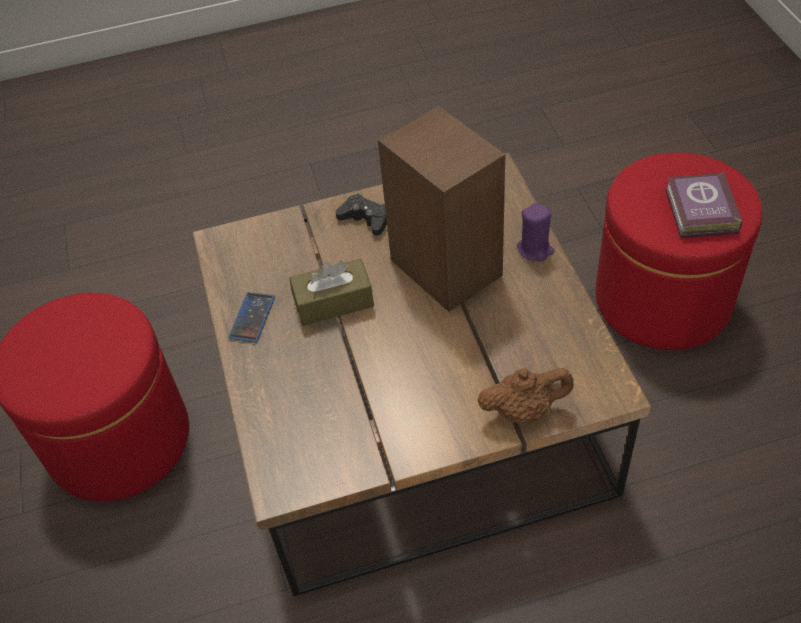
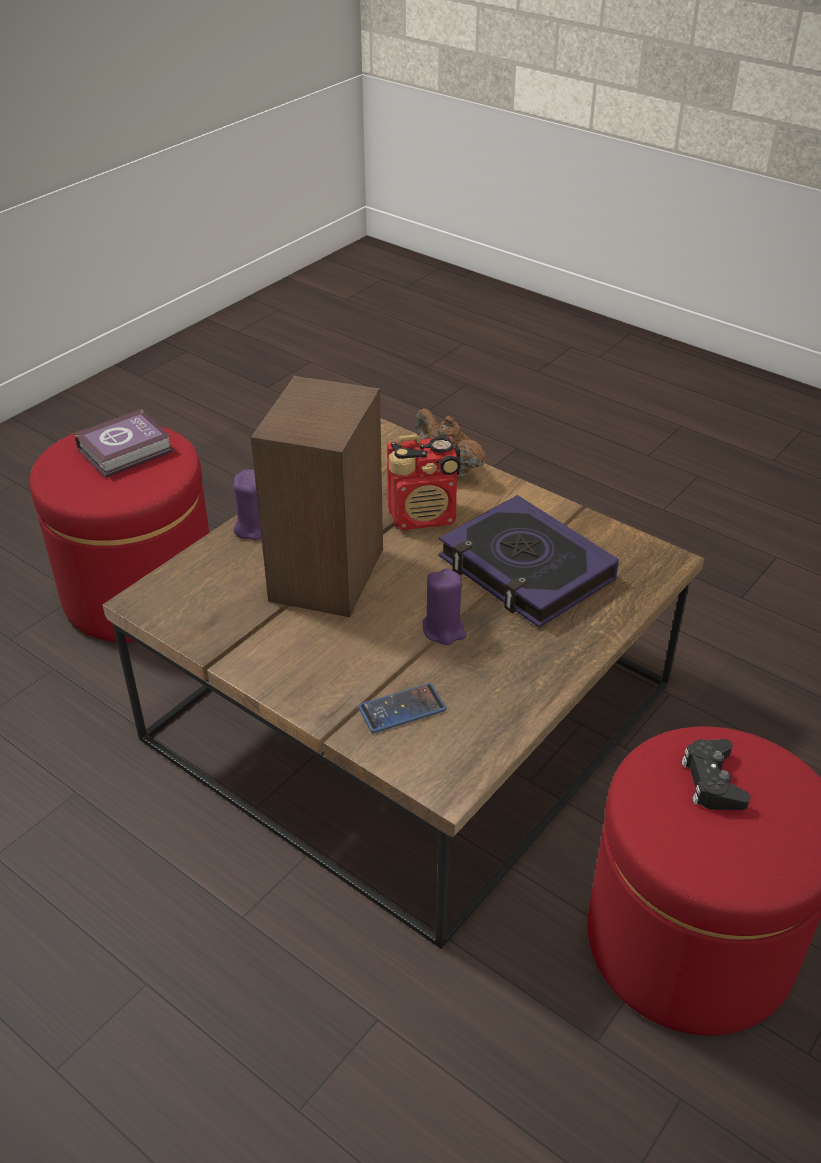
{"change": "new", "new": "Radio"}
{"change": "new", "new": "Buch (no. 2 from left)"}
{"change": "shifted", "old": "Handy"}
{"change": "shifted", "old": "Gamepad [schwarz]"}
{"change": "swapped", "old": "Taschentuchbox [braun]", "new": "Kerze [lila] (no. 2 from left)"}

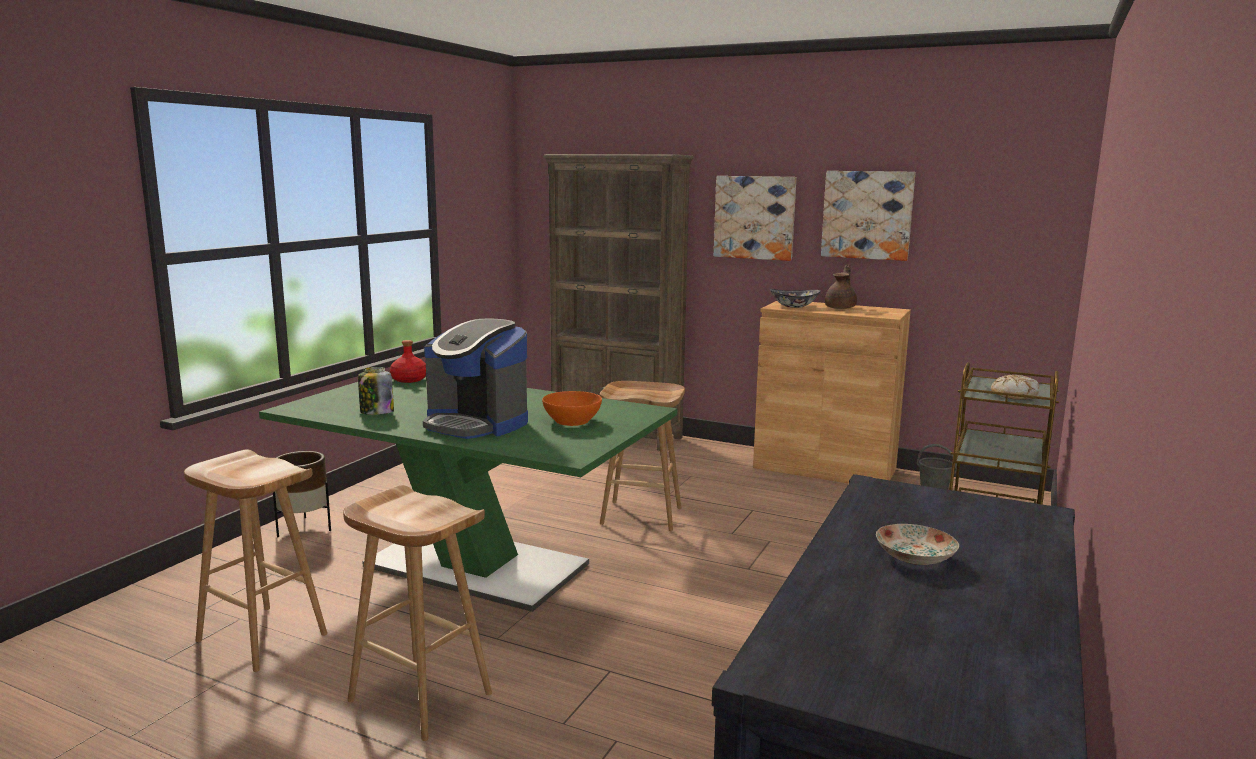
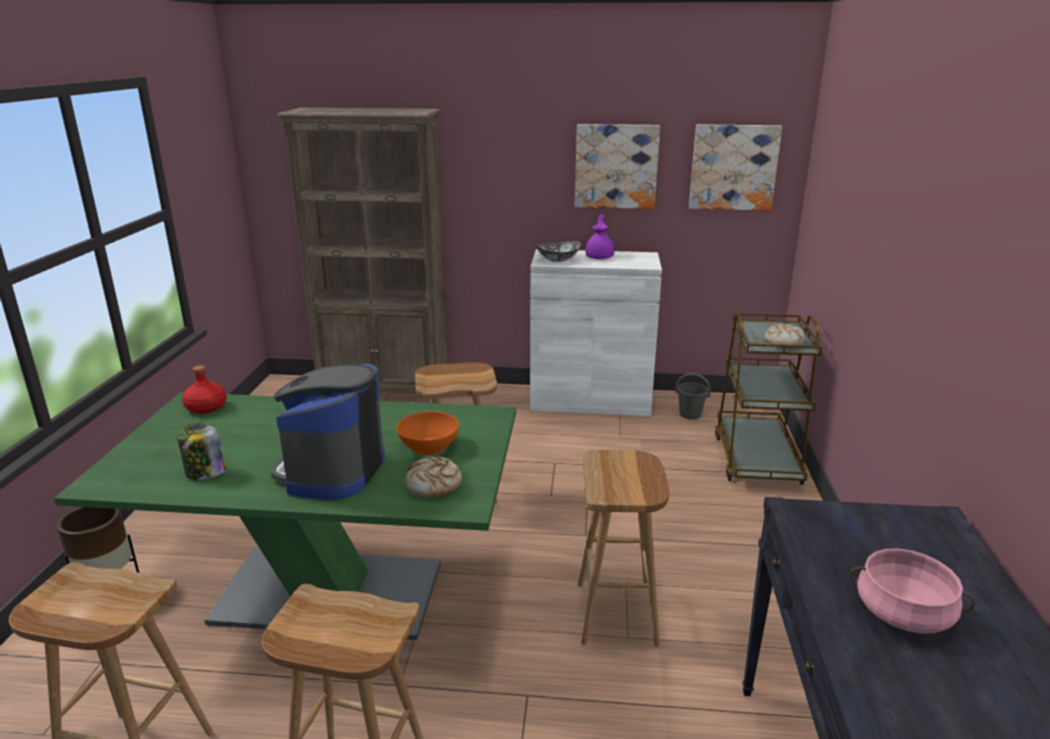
{"change": "new", "new": "Brot (no. 1 from left)"}
{"change": "new", "new": "Hocker [braun] (no. 4 from left)"}
{"change": "shifted", "old": "Bild (no. 1 from left in the first image)", "new": "Bild (no. 2 from left)"}
{"change": "swapped", "old": "Teller", "new": "Kochtopf [rosa]"}
{"change": "repainted", "old": "Schrank [braun]", "new": "Schrank [weiß]"}
{"change": "repainted", "old": "Teekanne [braun]", "new": "Teekanne [lila]"}
{"change": "rotated", "old": "Kaffeemaschine", "degrees": 90}

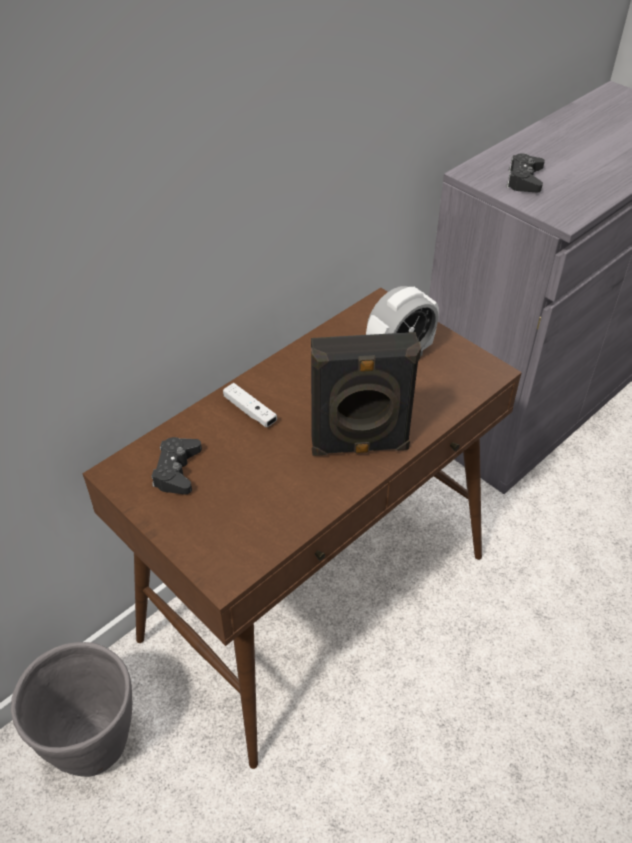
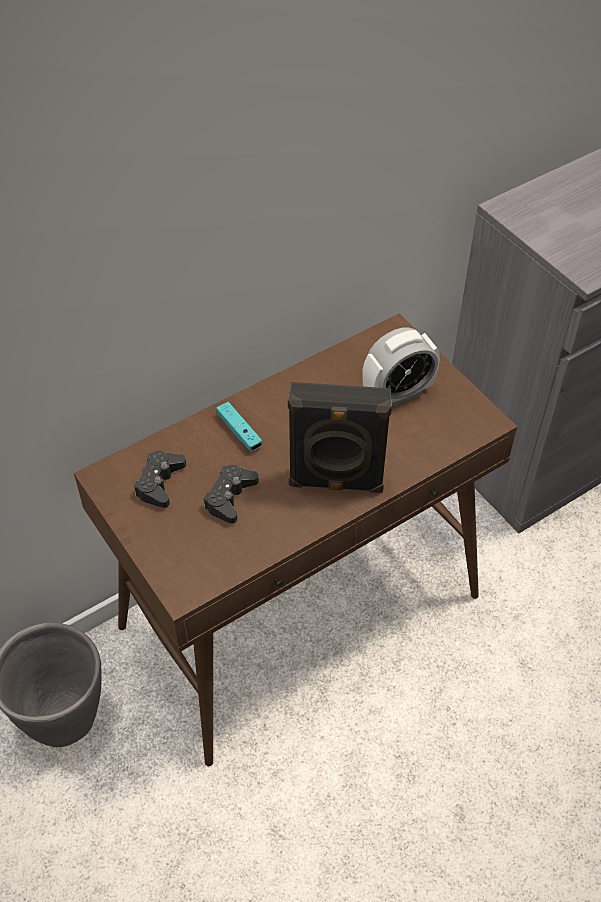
{"change": "shifted", "old": "Gamepad [schwarz] (no. 2 from left)"}
{"change": "repainted", "old": "Gamepad [weiß]", "new": "Gamepad [türkis]"}

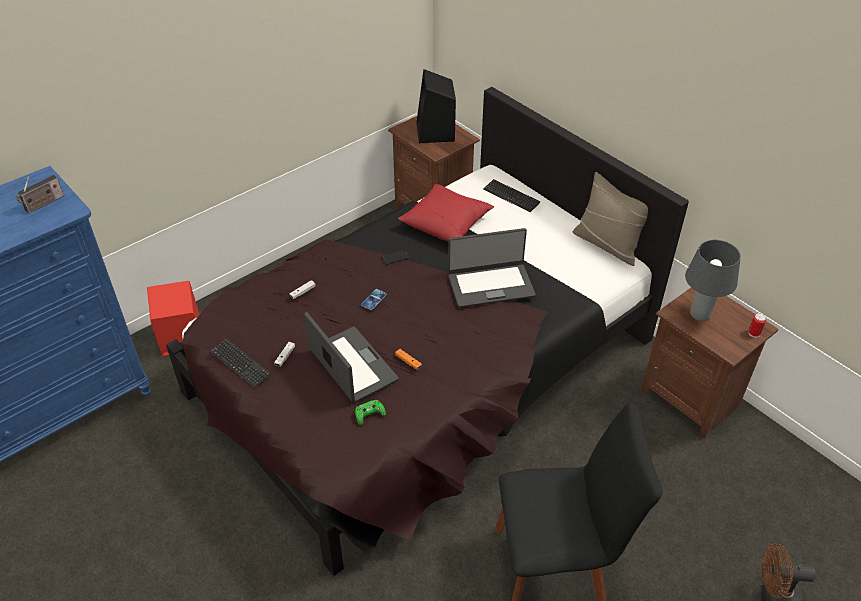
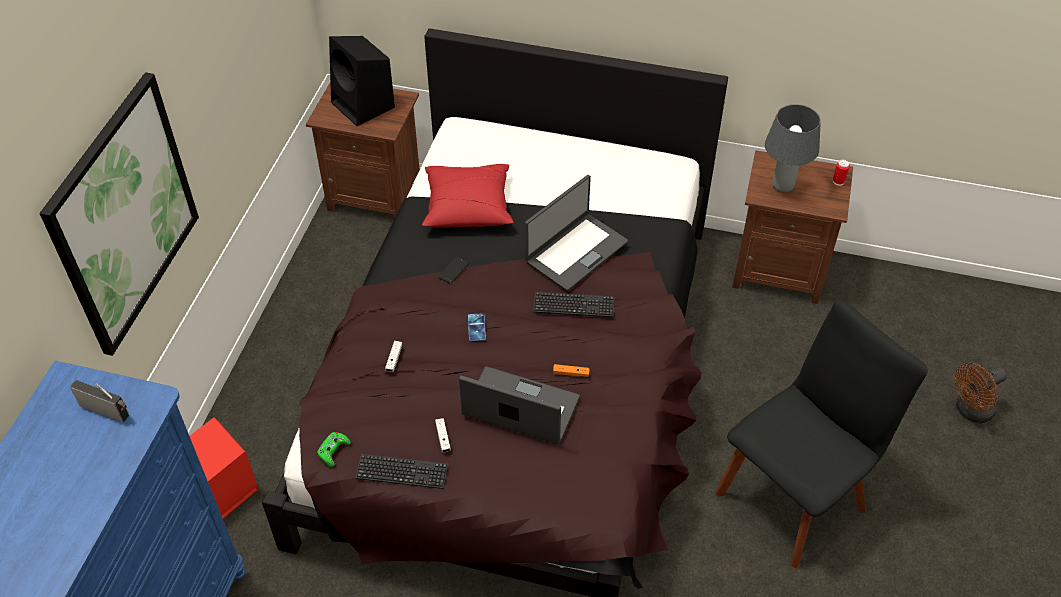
{"change": "gone", "old": "Kissen [beige]"}
{"change": "new", "new": "Bild"}
{"change": "shifted", "old": "Gamepad [grün]"}
{"change": "shifted", "old": "Tastatur (no. 2 from left)"}
{"change": "rotated", "old": "Radio", "degrees": -75}

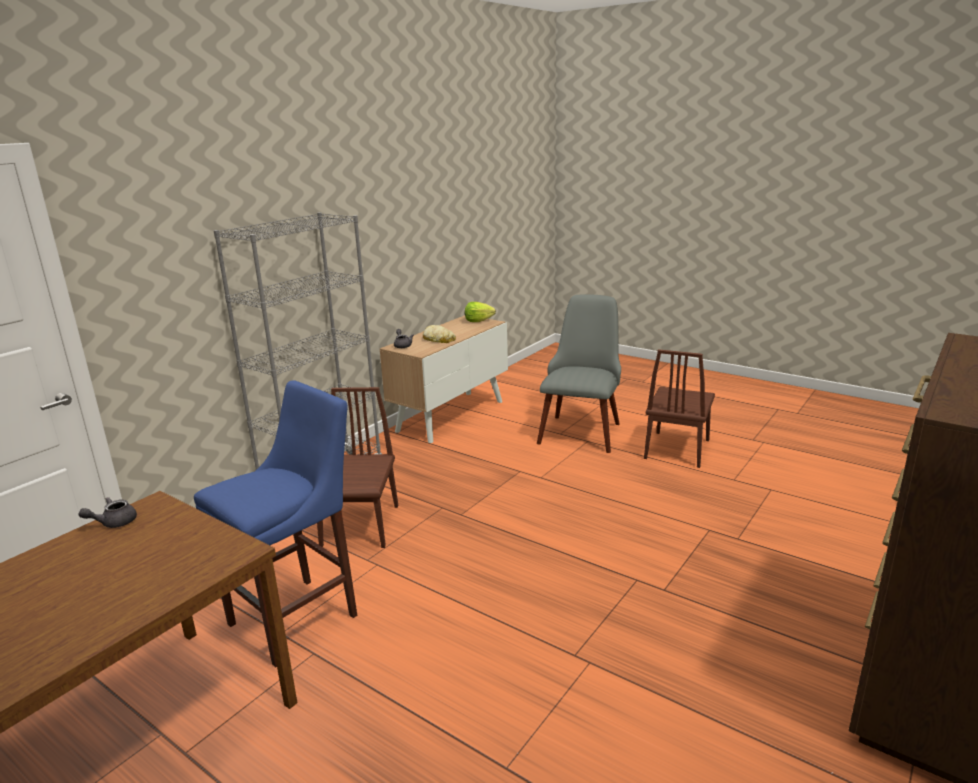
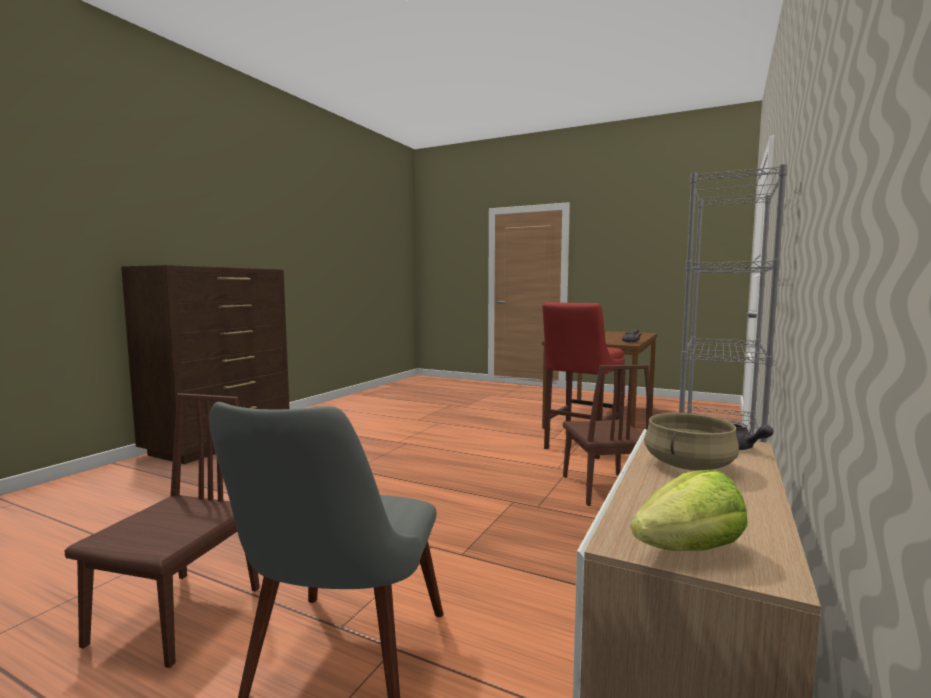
{"change": "swapped", "old": "Brot", "new": "Kochtopf [beige]"}
{"change": "repainted", "old": "Hocker [blau]", "new": "Hocker [rot]"}

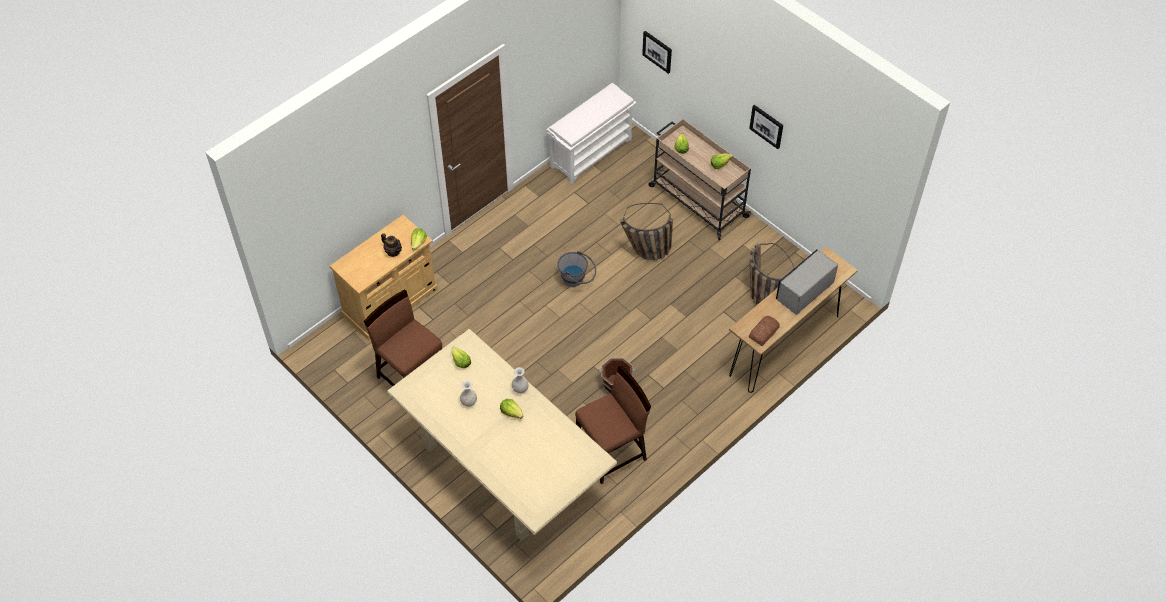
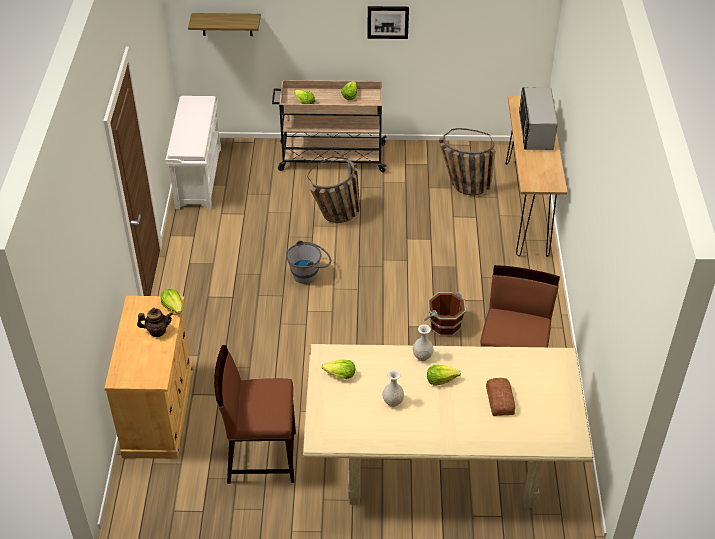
{"change": "shifted", "old": "Brot"}
{"change": "swapped", "old": "Bild (no. 1 from left)", "new": "Wandregal"}

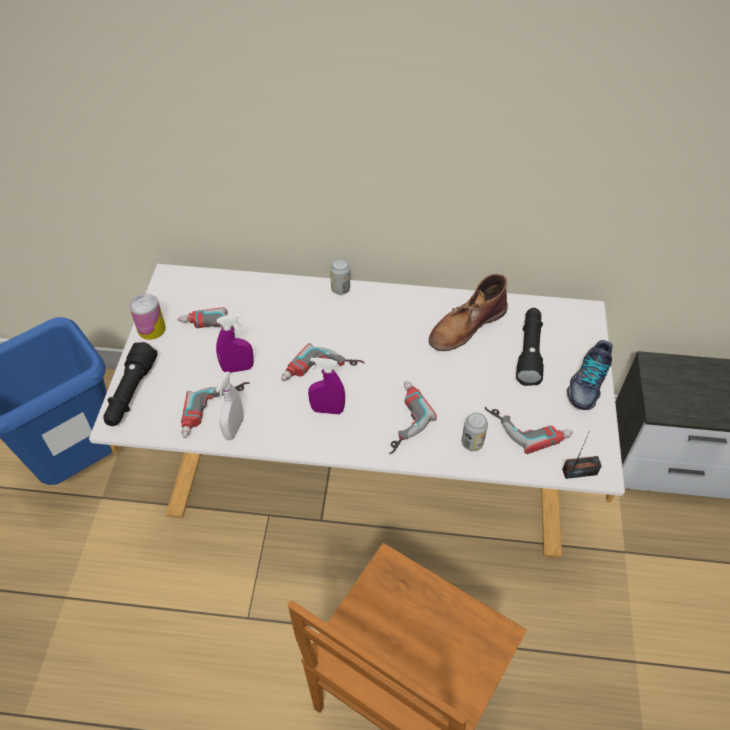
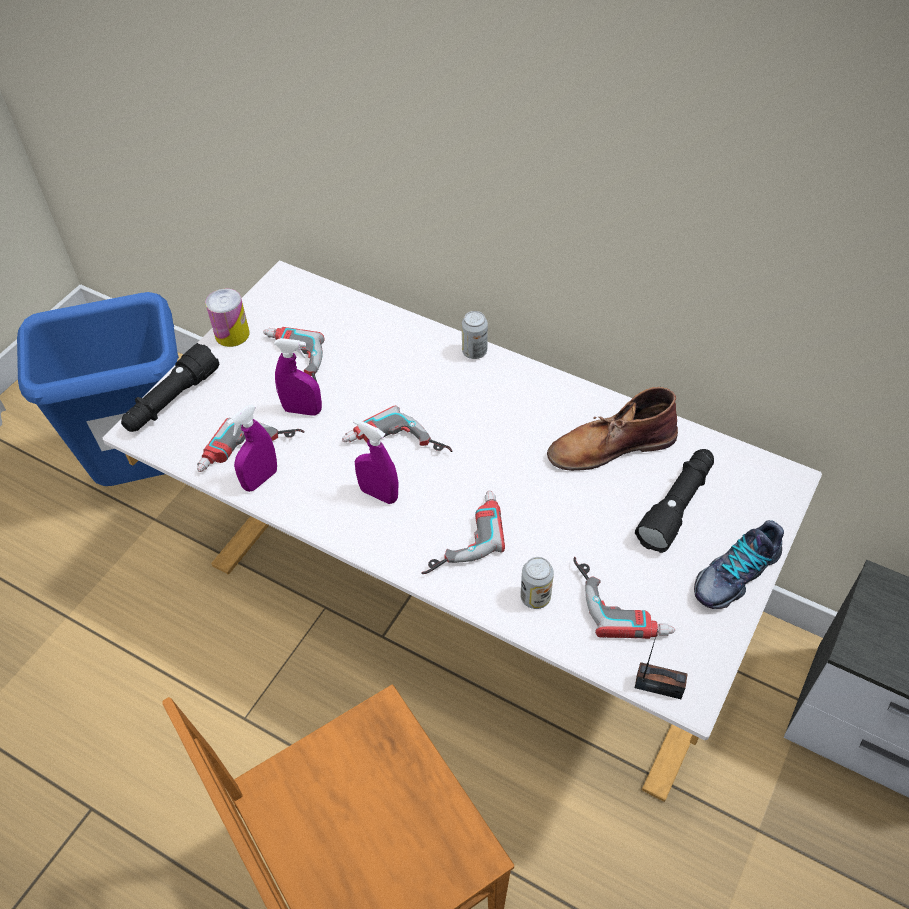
{"change": "repainted", "old": "Sprühflasche [weiß]", "new": "Sprühflasche [lila] (no. 1 from left)"}

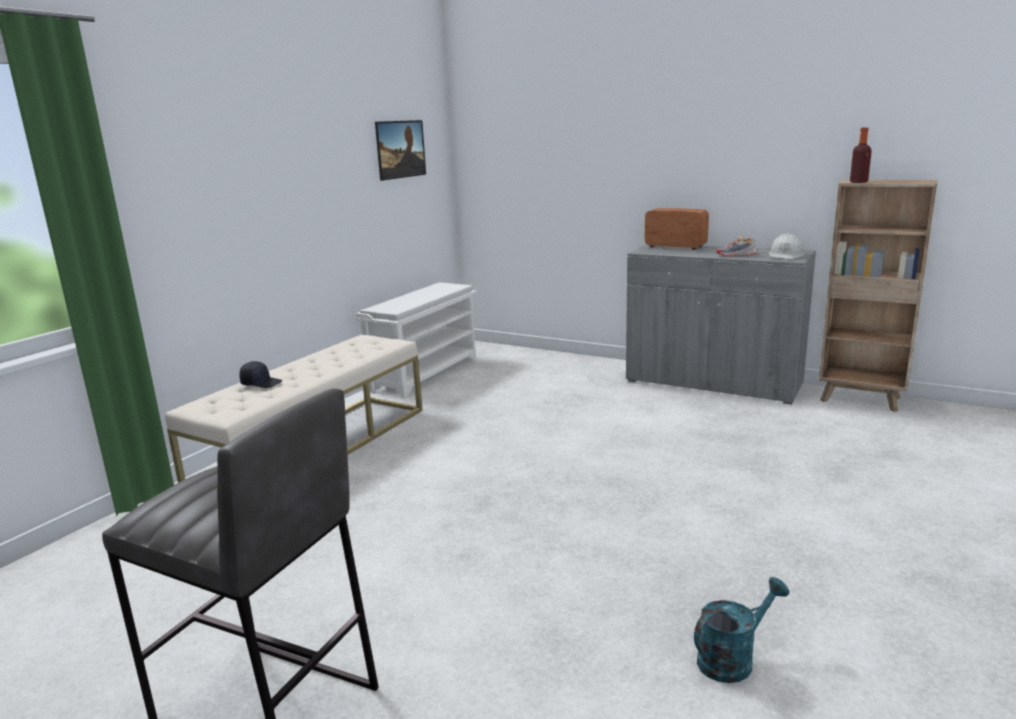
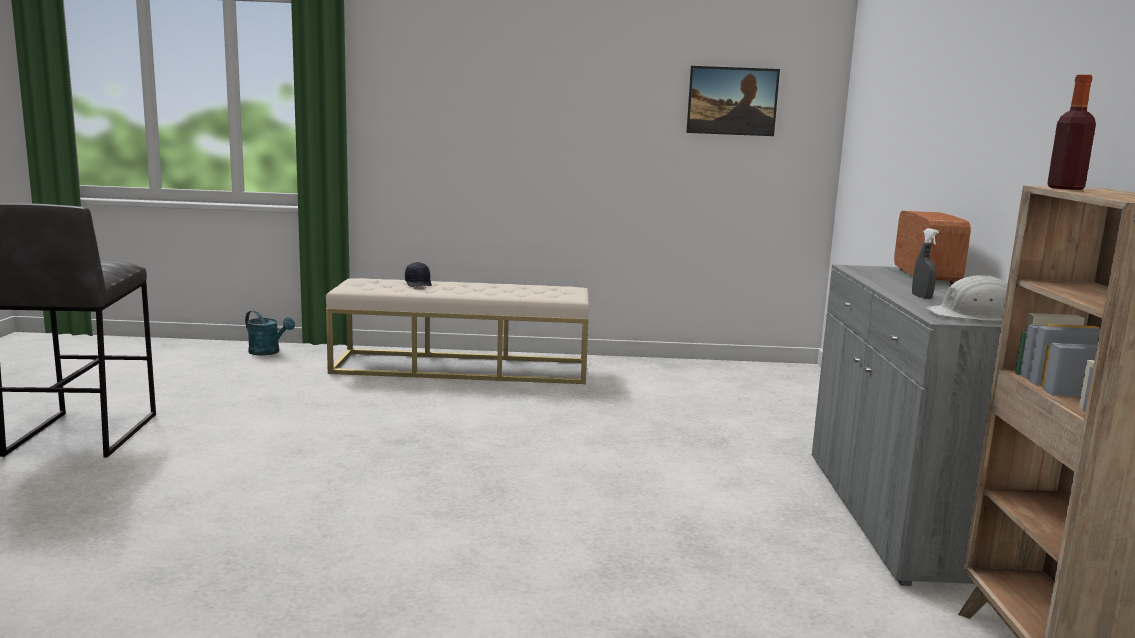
{"change": "gone", "old": "Schuhregal [weiß]"}
{"change": "shifted", "old": "Gießkanne [türkis]"}
{"change": "swapped", "old": "Schuh", "new": "Sprühflasche [grau]"}

